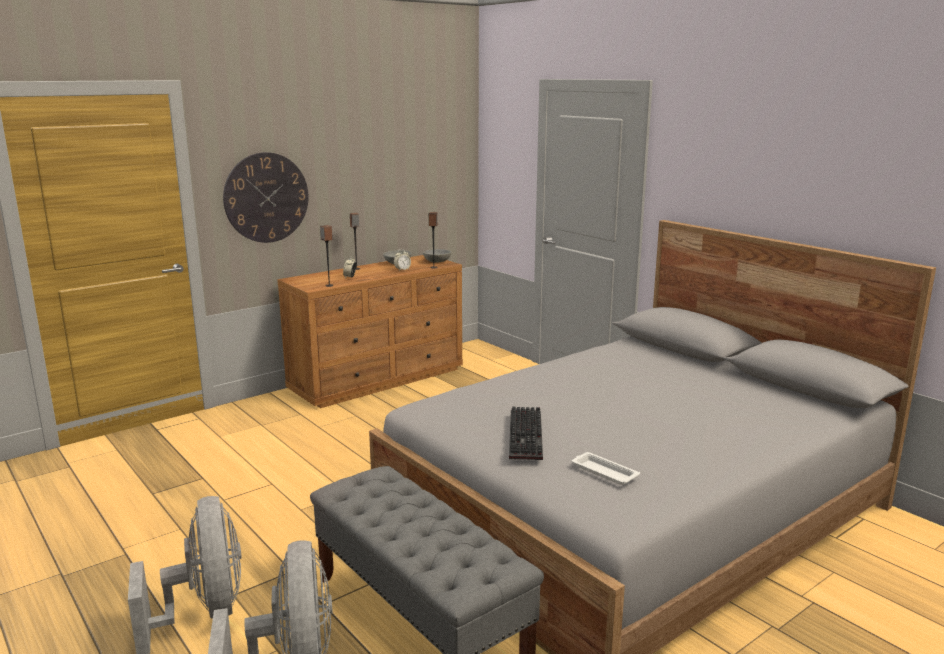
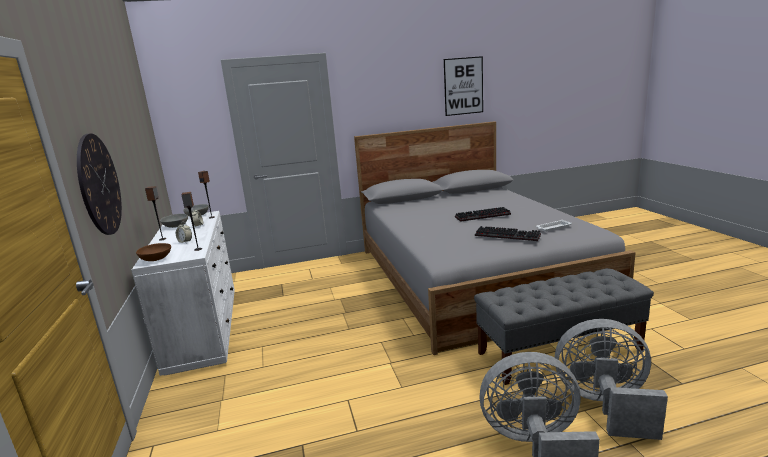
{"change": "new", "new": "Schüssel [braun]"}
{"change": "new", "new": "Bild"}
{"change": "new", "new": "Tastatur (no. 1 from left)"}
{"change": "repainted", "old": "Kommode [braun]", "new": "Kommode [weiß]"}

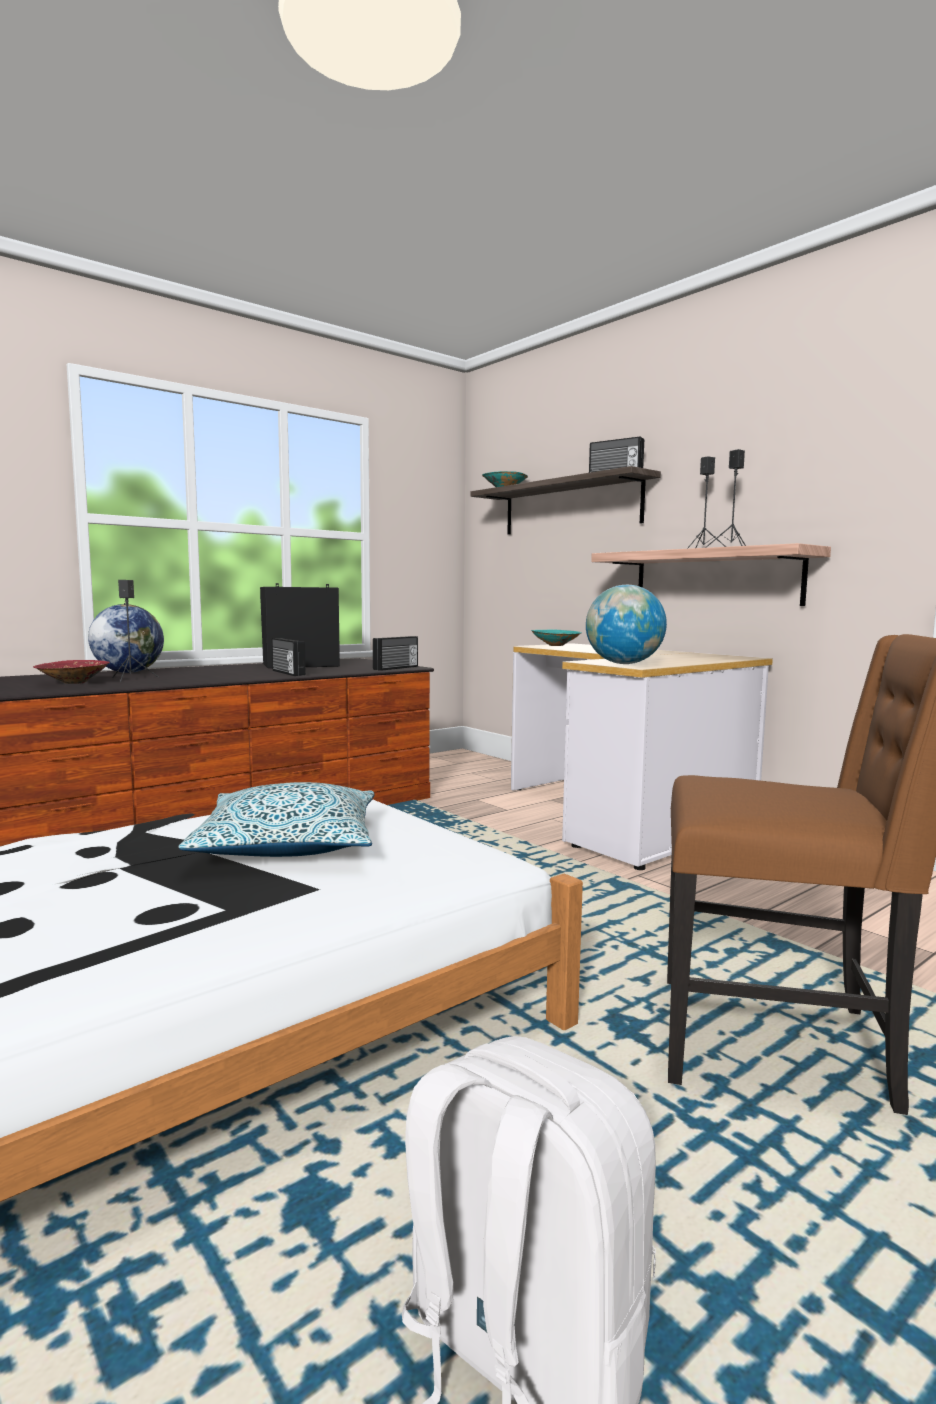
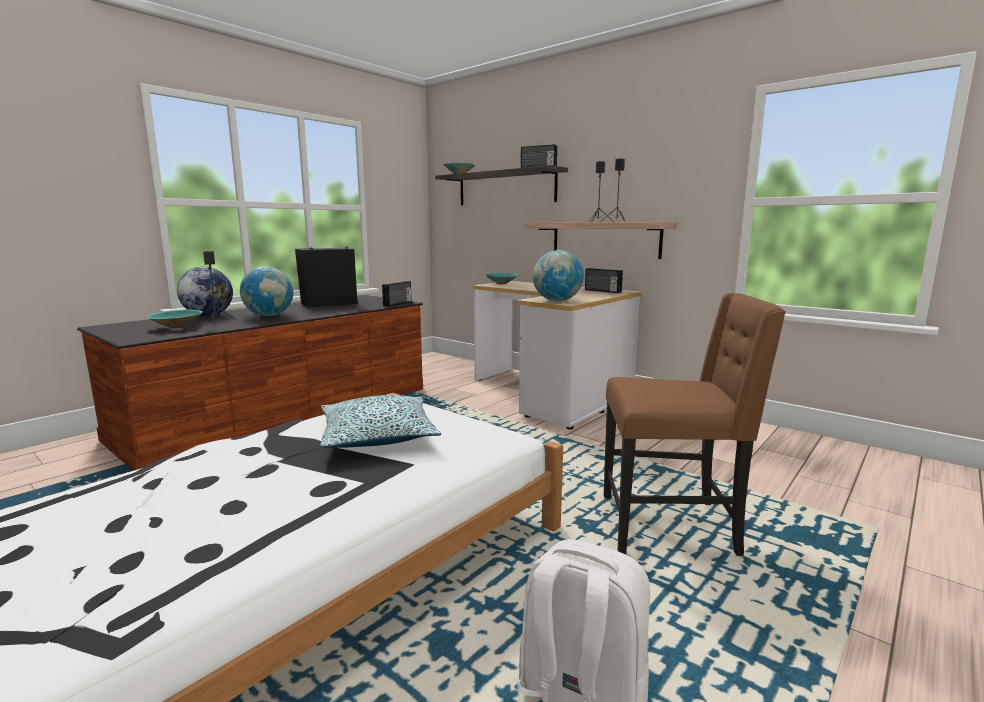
{"change": "new", "new": "Globus (no. 2 from left)"}
{"change": "shifted", "old": "Radio (no. 1 from left in the first image)", "new": "Radio (no. 3 from left)"}
{"change": "repainted", "old": "Schüssel [rot]", "new": "Schüssel [türkis] (no. 1 from left)"}

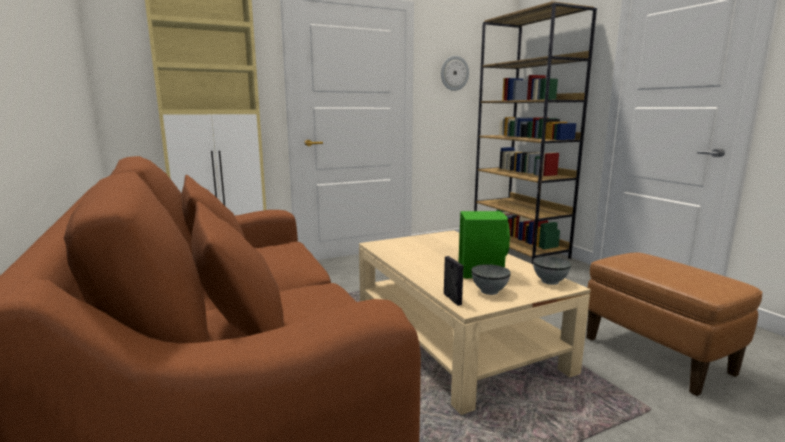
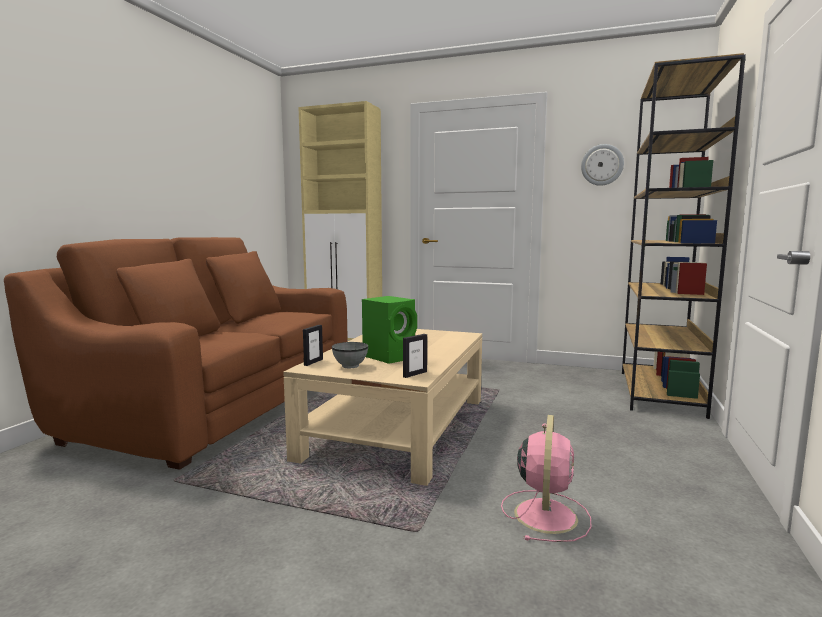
{"change": "swapped", "old": "Schüssel [grau] (no. 2 from left)", "new": "Bilderrahmen (no. 2 from left)"}
{"change": "swapped", "old": "Polsterhocker [braun]", "new": "Ventilator [rosa]"}

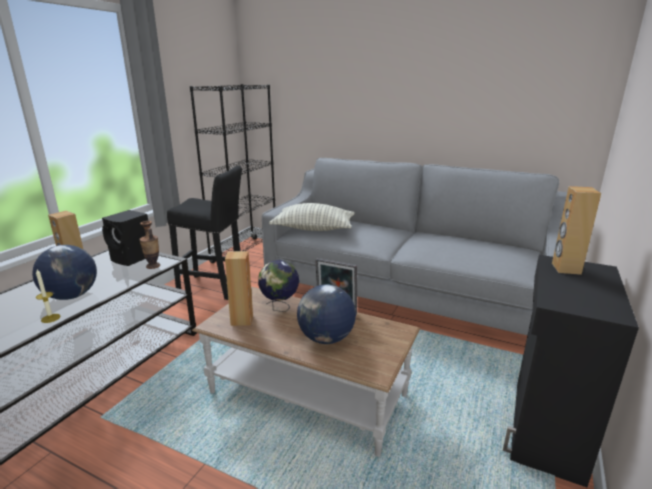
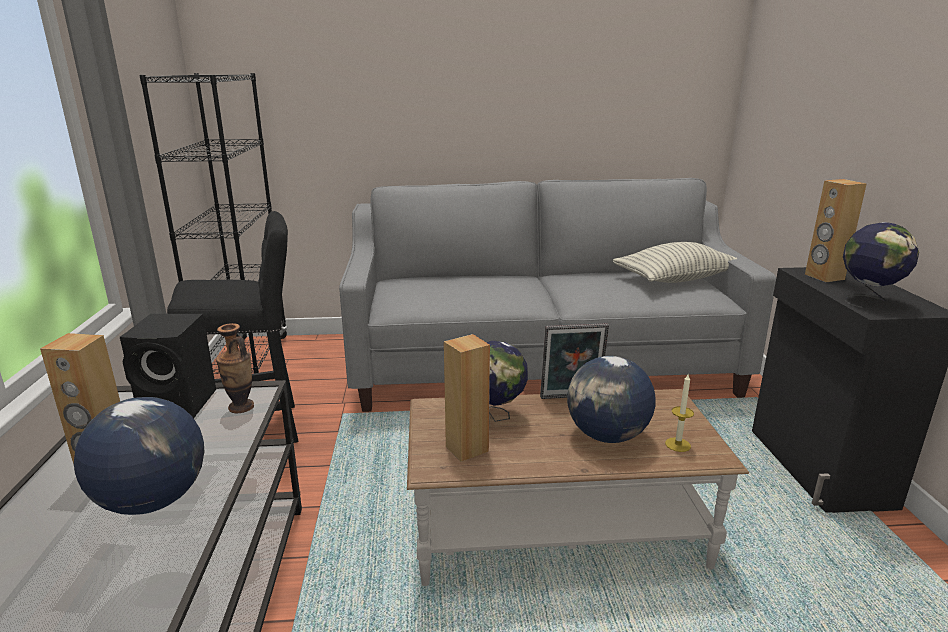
{"change": "new", "new": "Globus (no. 4 from left)"}
{"change": "shifted", "old": "Kerze"}
{"change": "shifted", "old": "Kissen"}

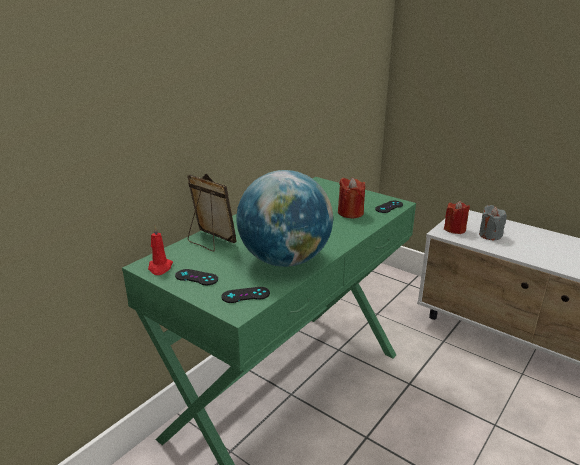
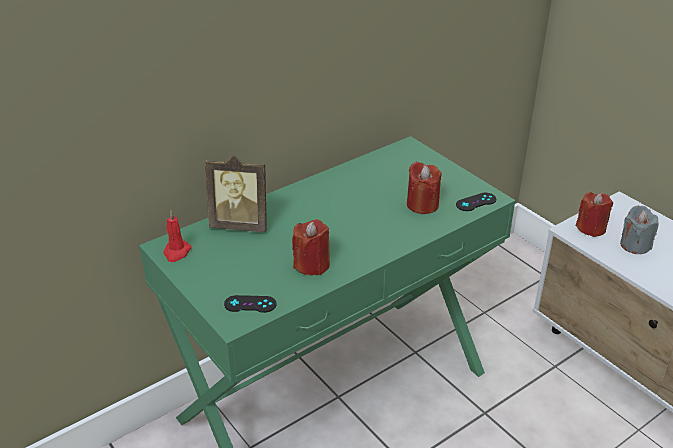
{"change": "gone", "old": "Gamepad [schwarz] (no. 1 from left)"}
{"change": "swapped", "old": "Globus", "new": "Kerze [rot] (no. 2 from left)"}
{"change": "rotated", "old": "Bilderrahmen", "degrees": 135}

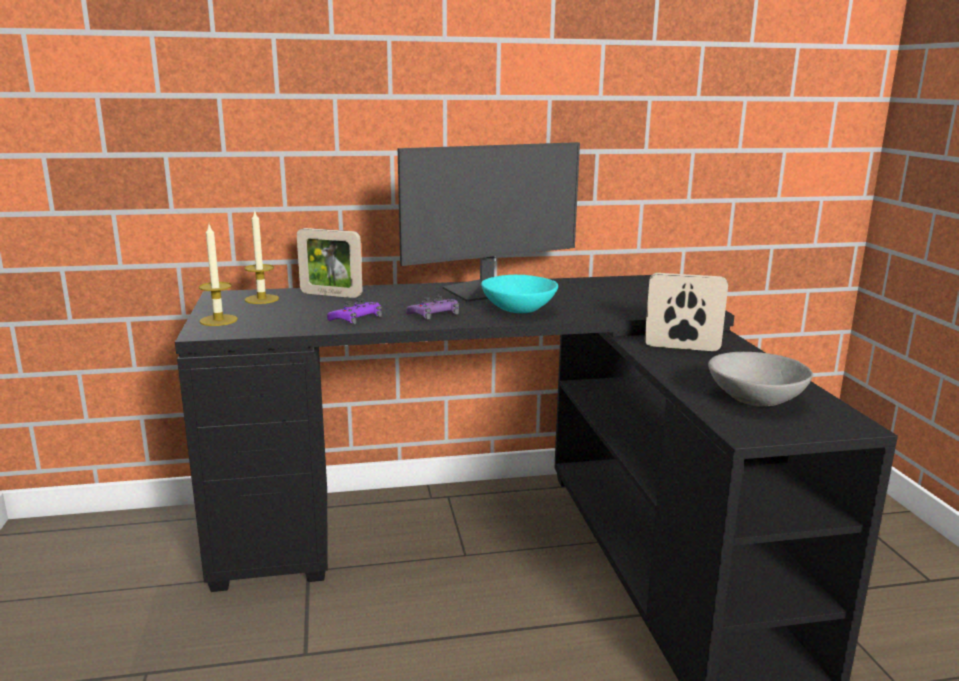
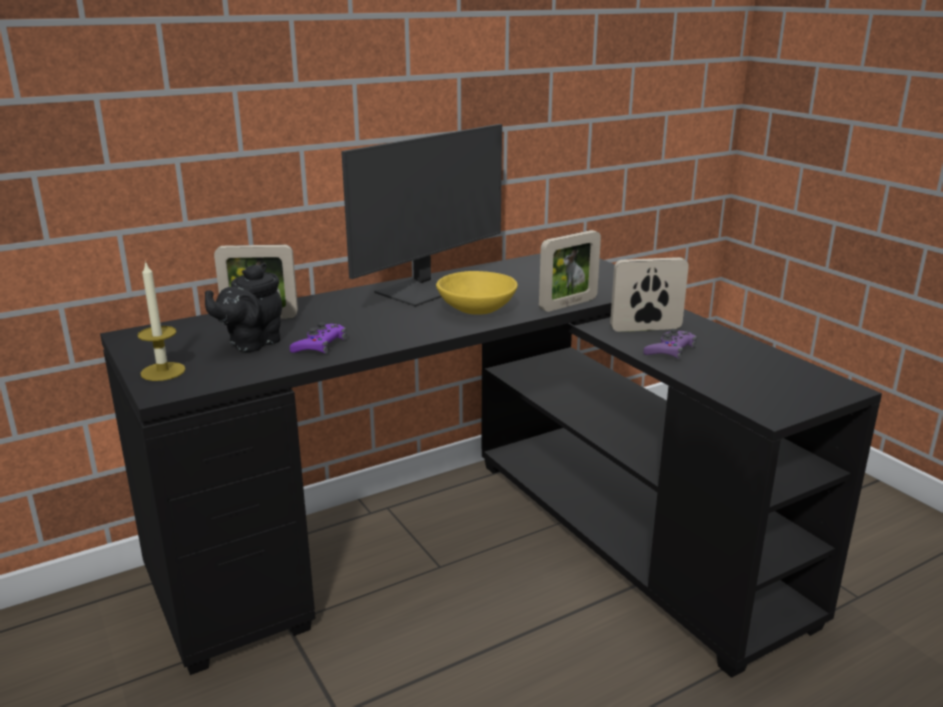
{"change": "gone", "old": "Kerze (no. 2 from left)"}
{"change": "gone", "old": "Schüssel [grau]"}
{"change": "new", "new": "Teekanne [schwarz]"}
{"change": "new", "new": "Bilderrahmen (no. 2 from left)"}
{"change": "shifted", "old": "Gamepad [lila] (no. 2 from left)"}
{"change": "repainted", "old": "Schüssel [türkis]", "new": "Schüssel [gelb]"}

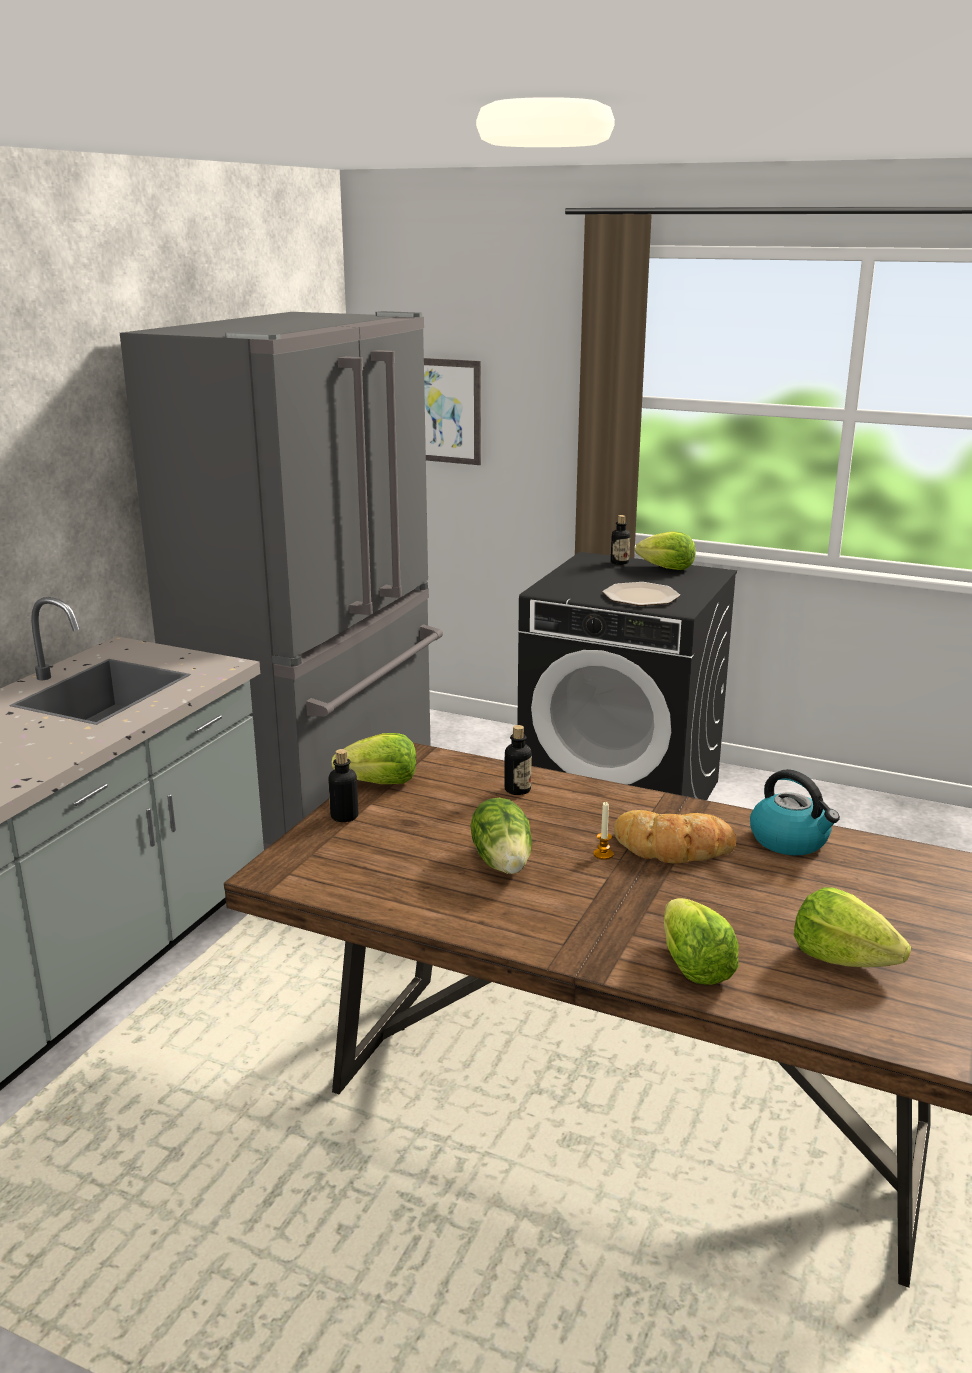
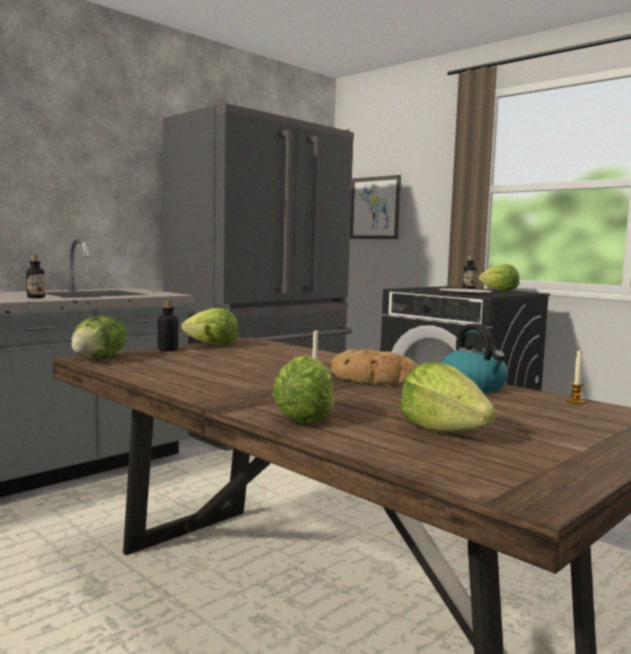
{"change": "new", "new": "Kerze (no. 2 from left)"}
{"change": "shifted", "old": "Salatkopf (no. 2 from left in the first image)", "new": "Salatkopf (no. 1 from left)"}
{"change": "shifted", "old": "Flasche (no. 2 from left in the first image)", "new": "Flasche (no. 1 from left)"}

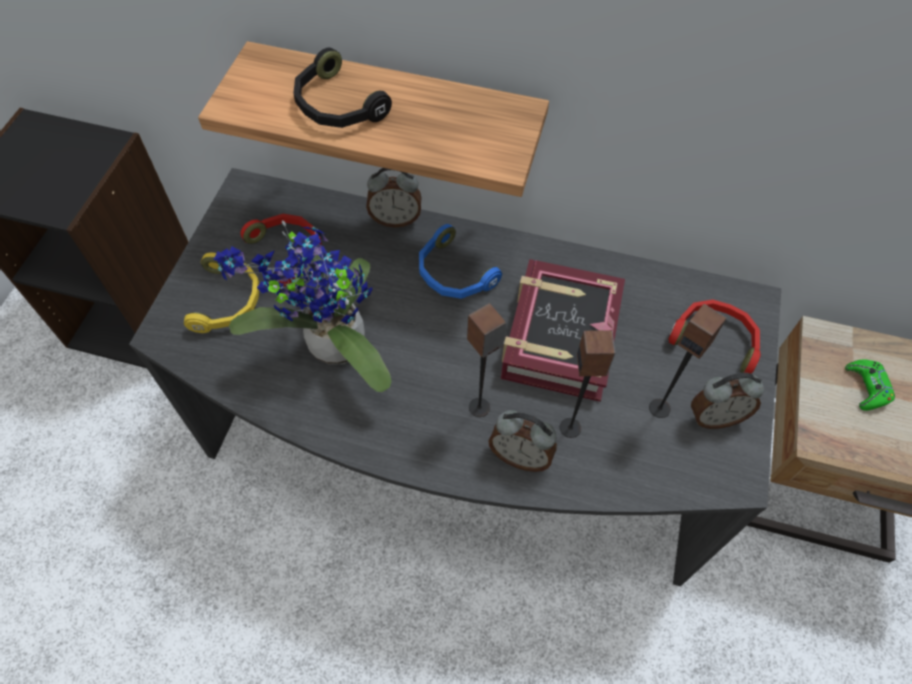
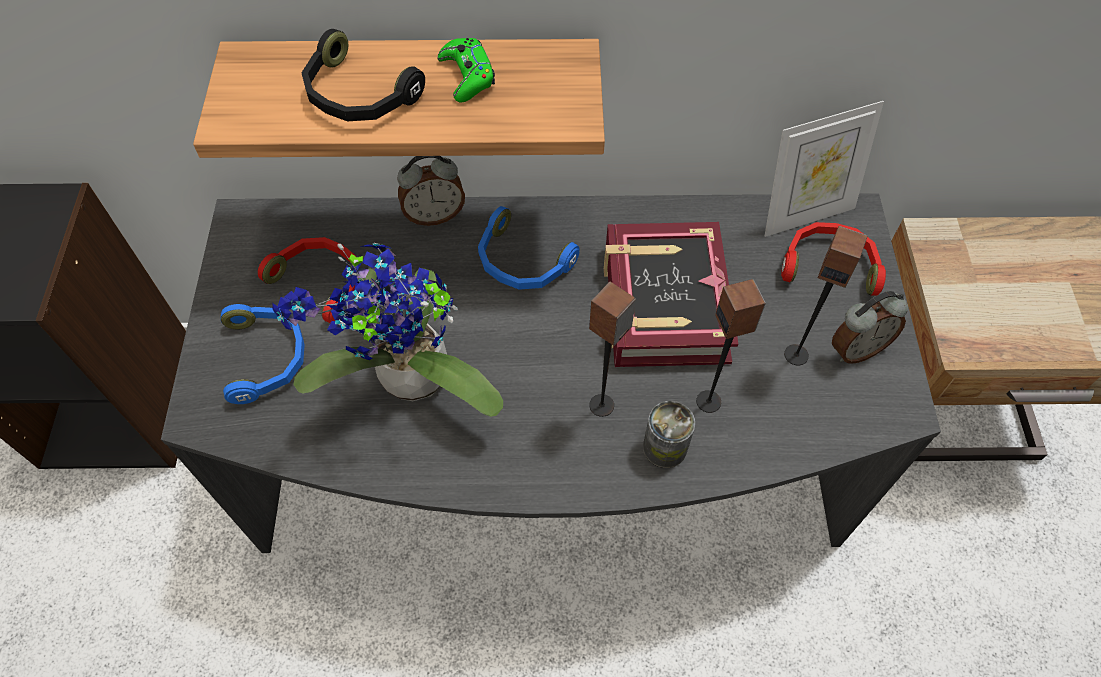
{"change": "new", "new": "Bilderrahmen"}
{"change": "shifted", "old": "Gamepad [grün]"}
{"change": "swapped", "old": "Wecker (no. 2 from left)", "new": "Dose"}
{"change": "repainted", "old": "Kopfhörer [gelb]", "new": "Kopfhörer [blau] (no. 1 from left)"}

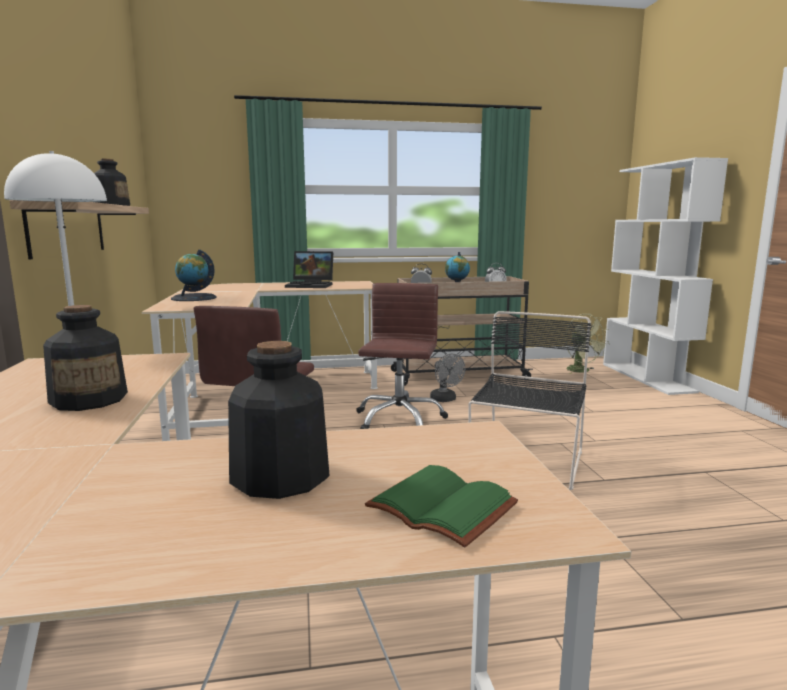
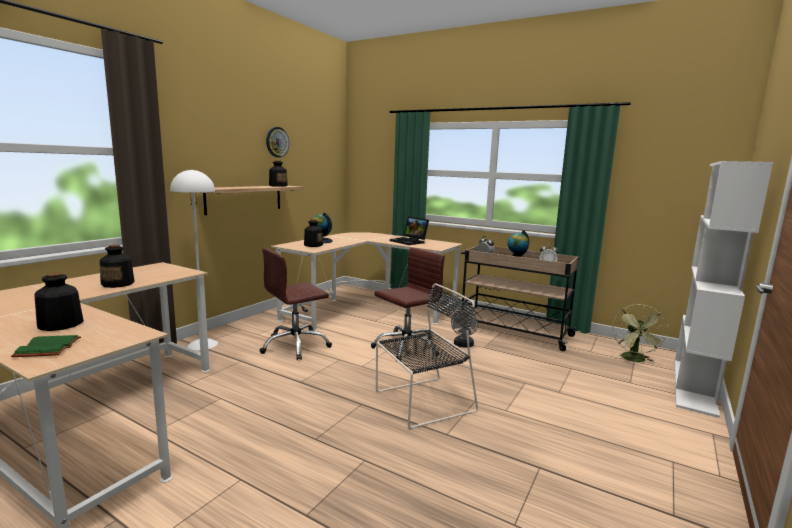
{"change": "new", "new": "Wanduhr"}
{"change": "new", "new": "Flasche (no. 4 from left)"}

